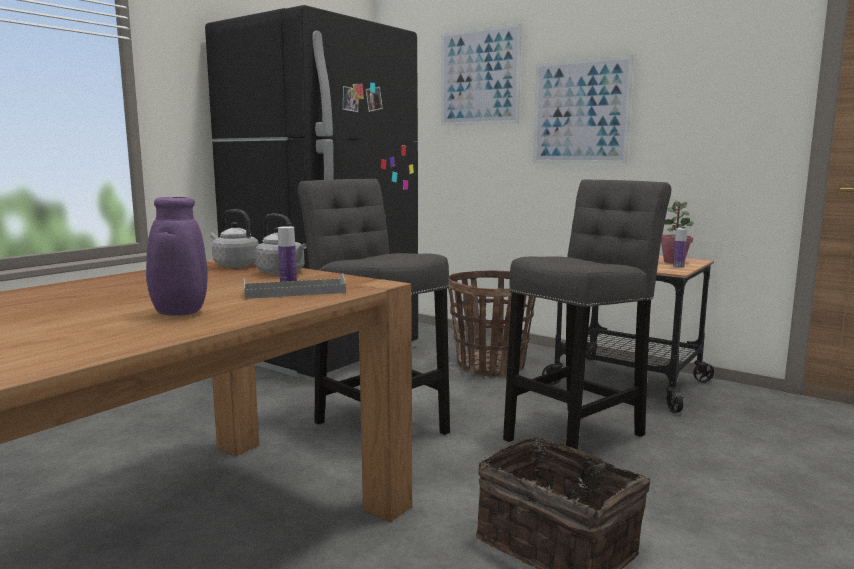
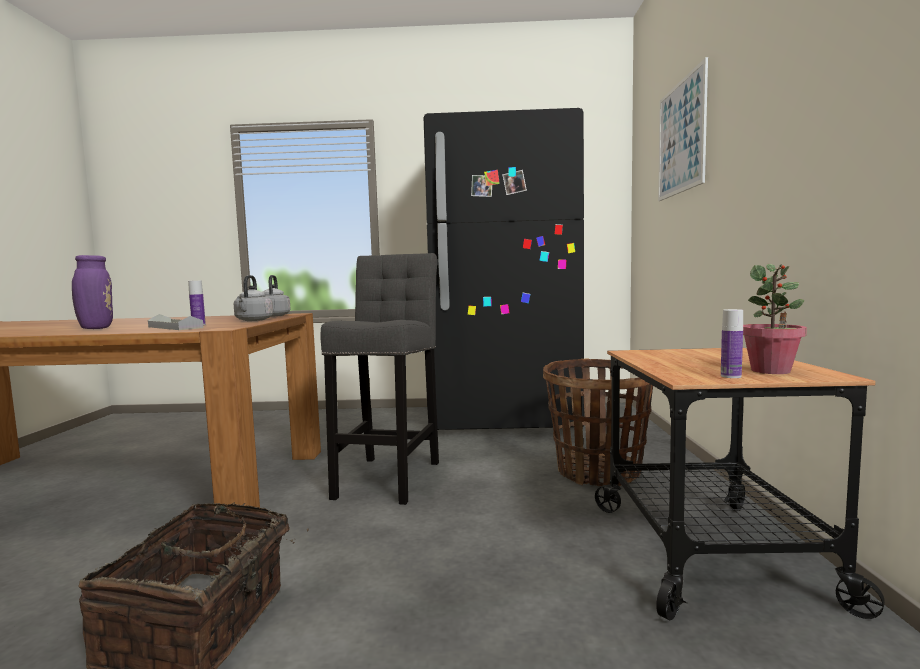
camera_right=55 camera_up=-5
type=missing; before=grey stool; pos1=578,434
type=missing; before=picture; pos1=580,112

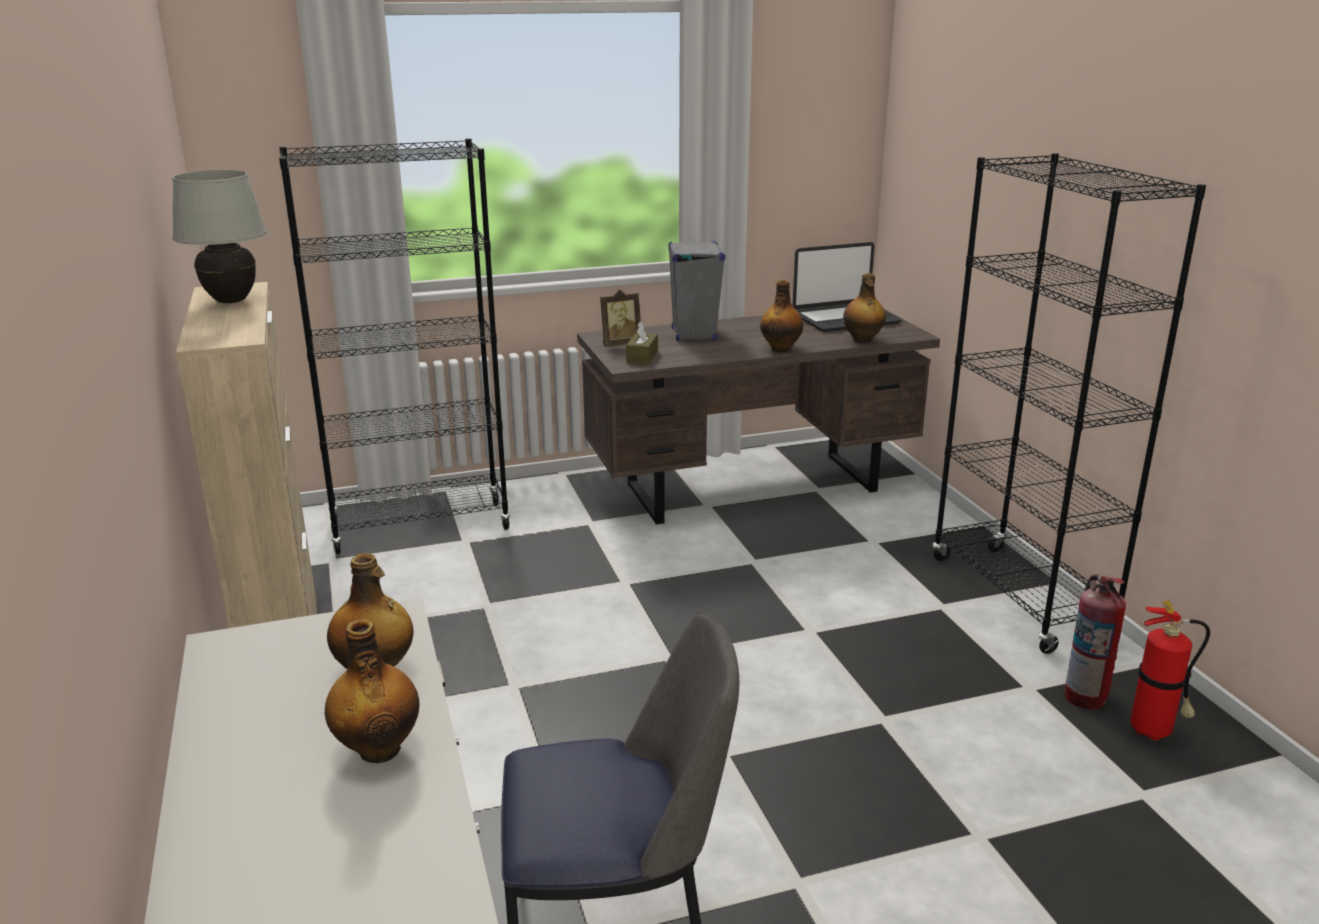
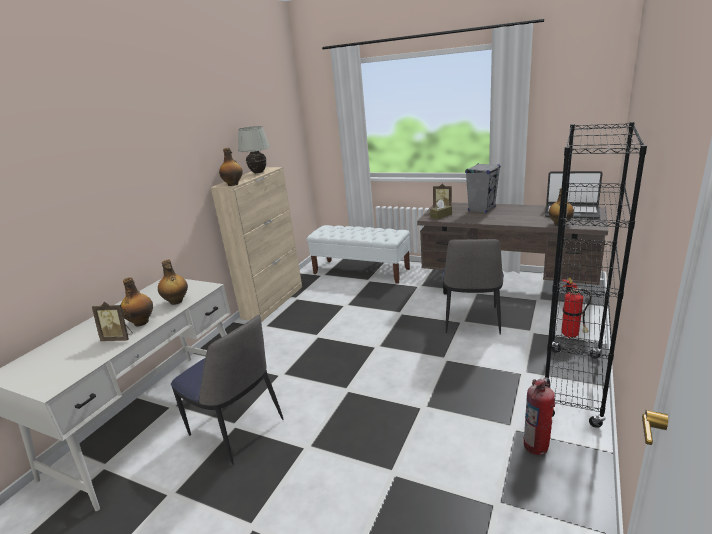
camera_right=45 camera_up=0
type=appeared; after=picture frame; pos2=118,338
type=relocated; before=bottle; pos1=781,349; pos2=233,184
type=exchanged; before=black bookcase; after=white bench; pos1=420,527; pos2=361,271
type=appeared; after=chair; pos2=472,321
type=relocated; before=fire extinguisher; pos1=1154,731; pos2=572,335

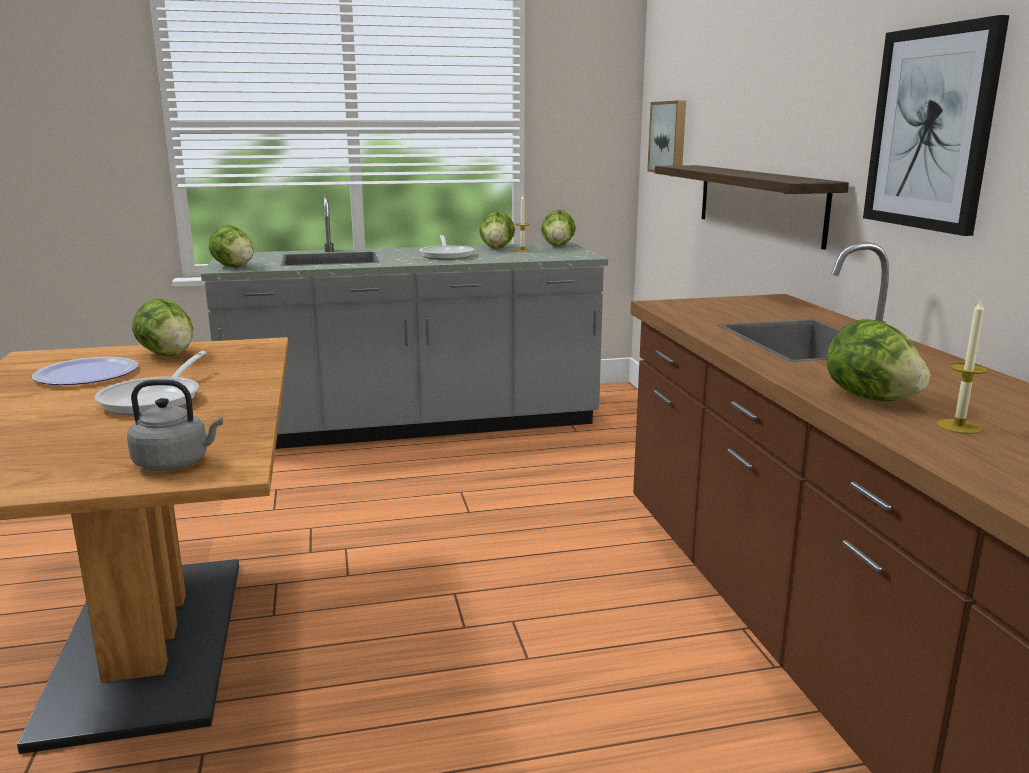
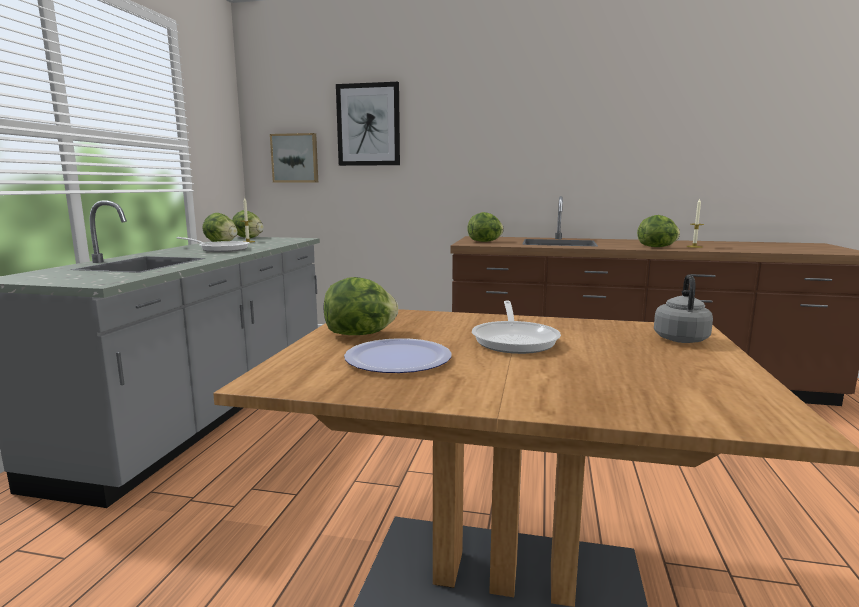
camera_right=-65 camera_up=-5
type=relocated; before=picture; pos1=931,129; pos2=368,125
type=relocated; before=lettuce; pos1=234,267; pos2=485,241
type=spun; before=frying pan; pos1=156,399; pos2=515,340; turn=60
type=missing; before=shelf; pos1=758,202

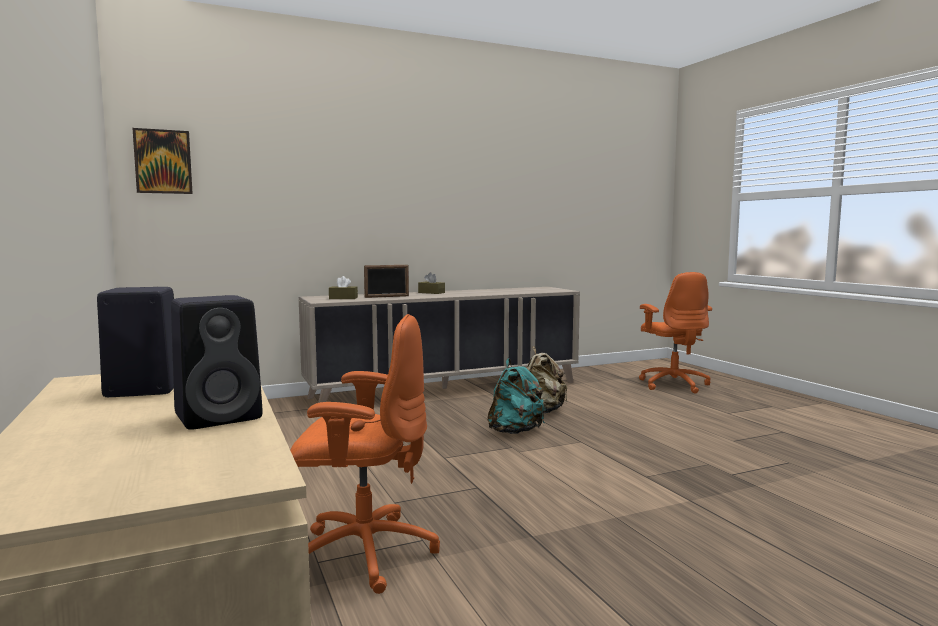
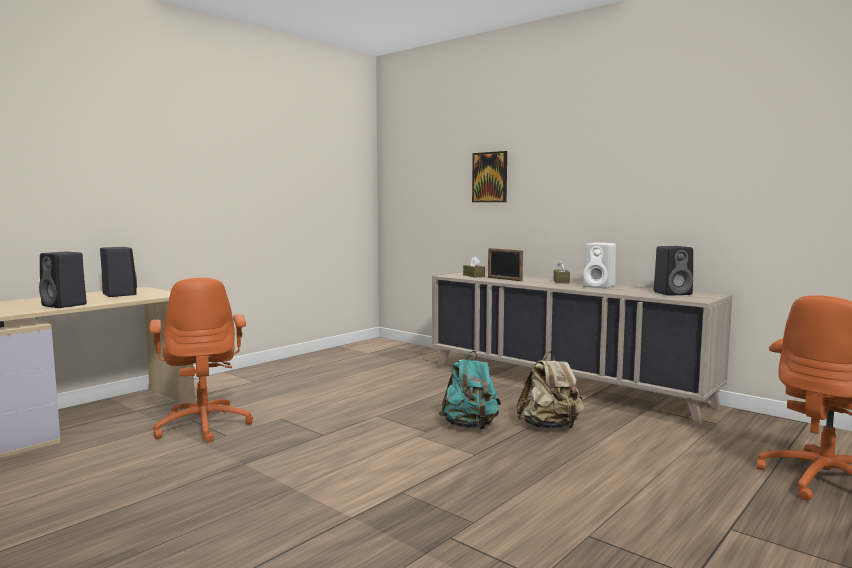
camera_right=65 camera_up=0
type=relocated; before=picture; pos1=163,161; pos2=490,177
type=appeared; after=white speaker; pos2=600,286
type=appeared; after=black speaker; pos2=673,293

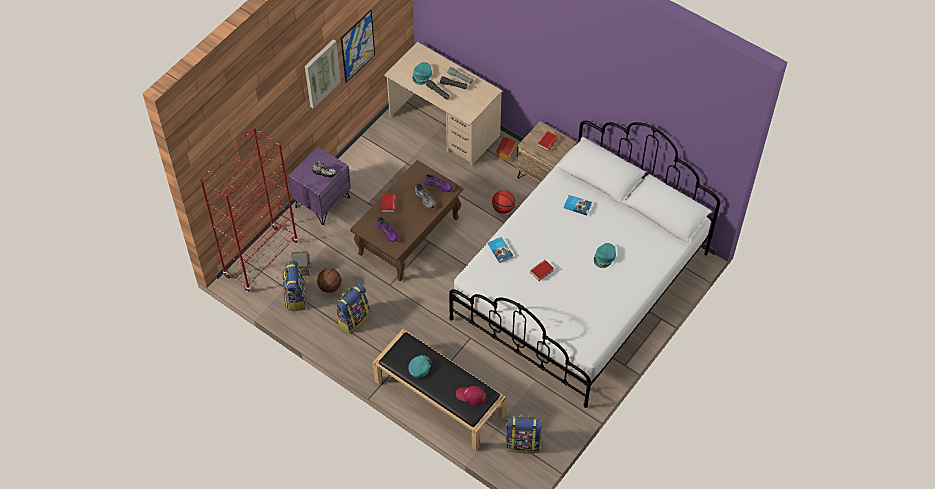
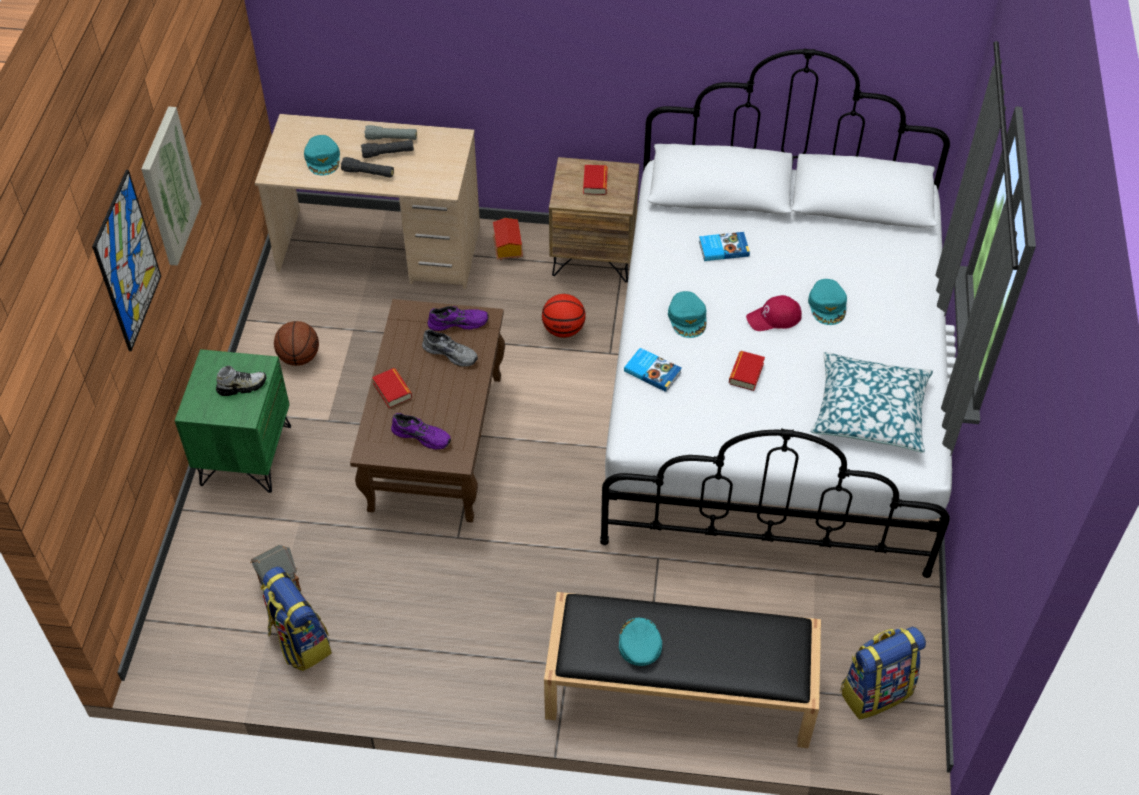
camera_right=-30 camera_up=-5
type=relocated; before=picture; pos1=357,46; pos2=127,262
type=colour; before=purple nightstand; after=green nightstand; pos1=322,202; pos2=245,455
type=relocated; before=basketball; pos1=330,286; pos2=299,357
type=appeared; after=turquoise cap; pos2=687,318
type=relocated; before=red cap; pos1=471,396; pos2=774,318
type=appeared; after=pillow; pos2=870,411
type=missing; before=red bookcase; pos1=261,259
type=missing; before=backpack; pos1=353,318

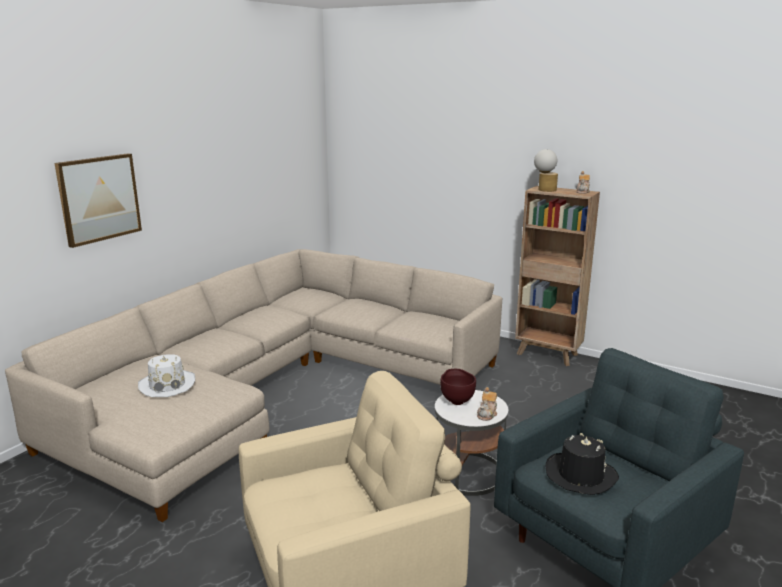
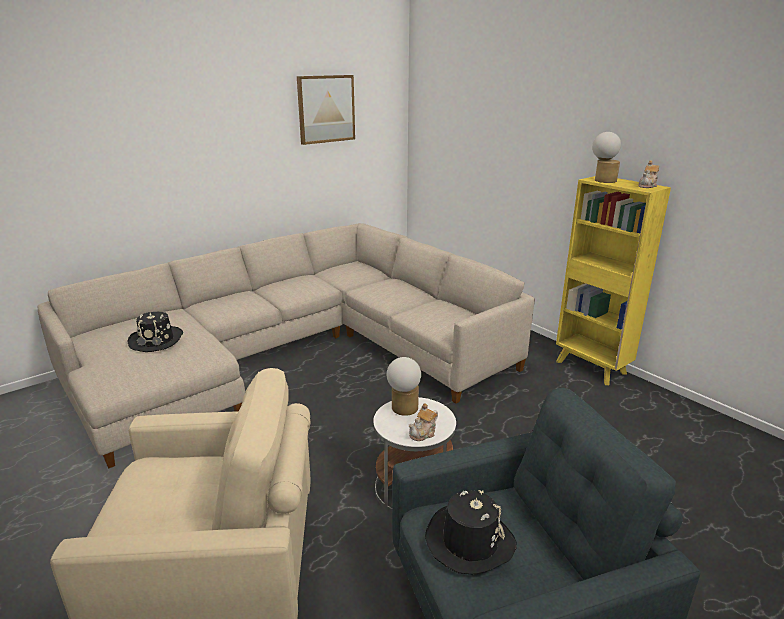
camera_right=20 camera_up=5
type=colour; before=white hat; after=black hat; pos1=167,385; pos2=157,340
type=relocated; before=picture; pos1=99,198; pos2=326,109
type=exchanged; before=brown bowl; after=table lamp; pos1=457,401; pos2=403,410
type=colour; before=brown bookcase; after=yellow bookcase; pos1=548,355; pos2=592,368

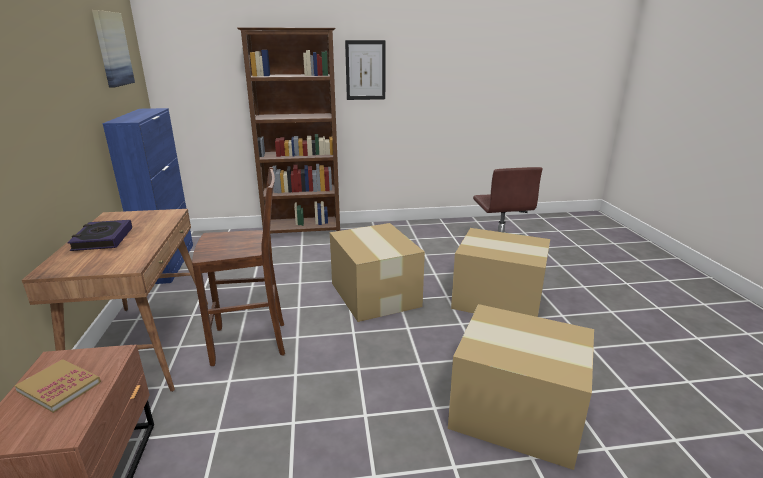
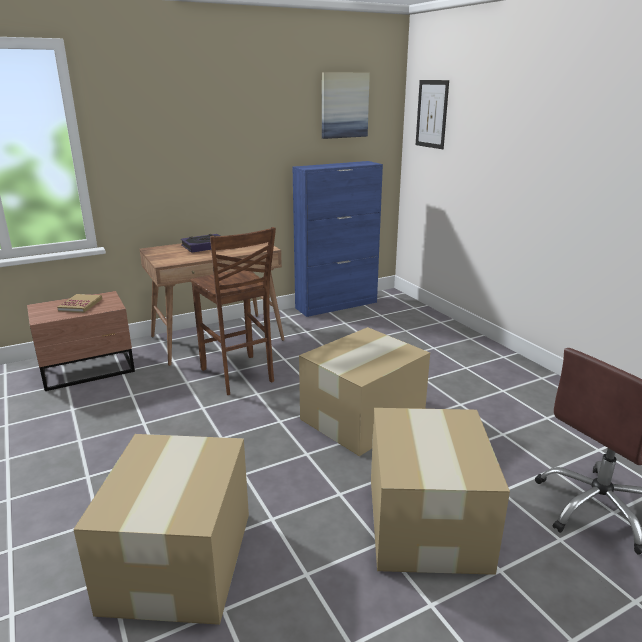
camera_right=70 camera_up=0
type=relocated; before=picture; pos1=365,70; pos2=432,114
type=missing; before=brown bookcase; pos1=303,232

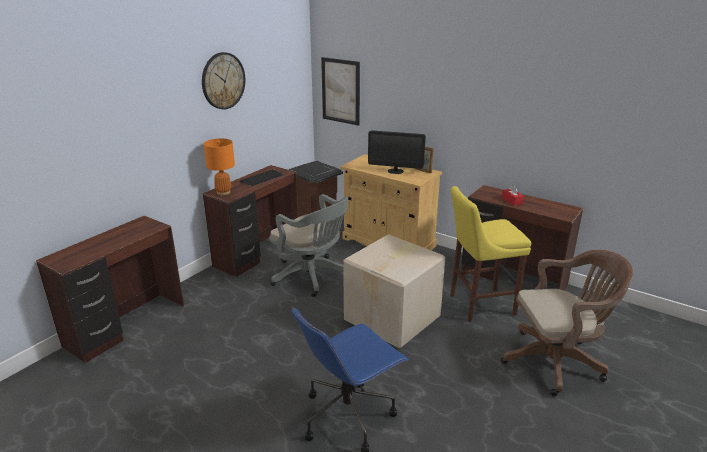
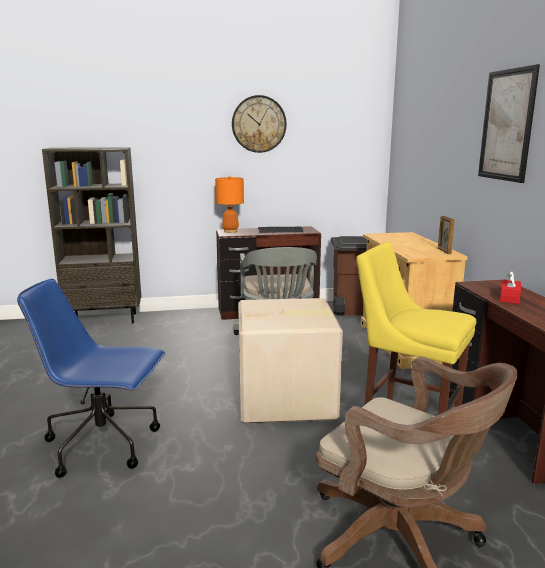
camera_right=45 camera_up=-10
type=exchanged; before=brown desk; after=brown bookcase; pos1=127,325; pos2=105,320
type=relocated; before=picture; pos1=340,91; pos2=507,125
type=missing; before=monitor; pos1=395,171

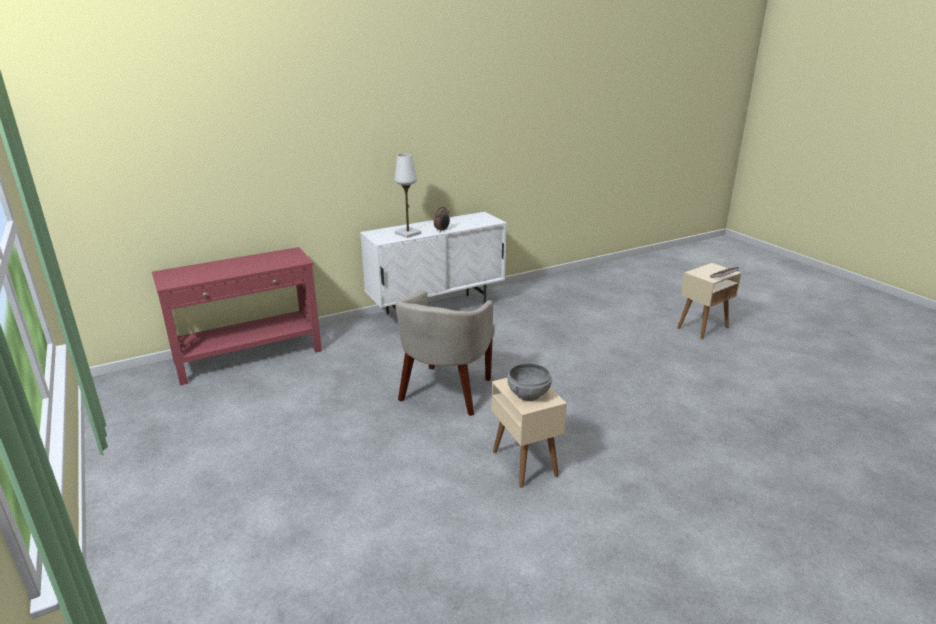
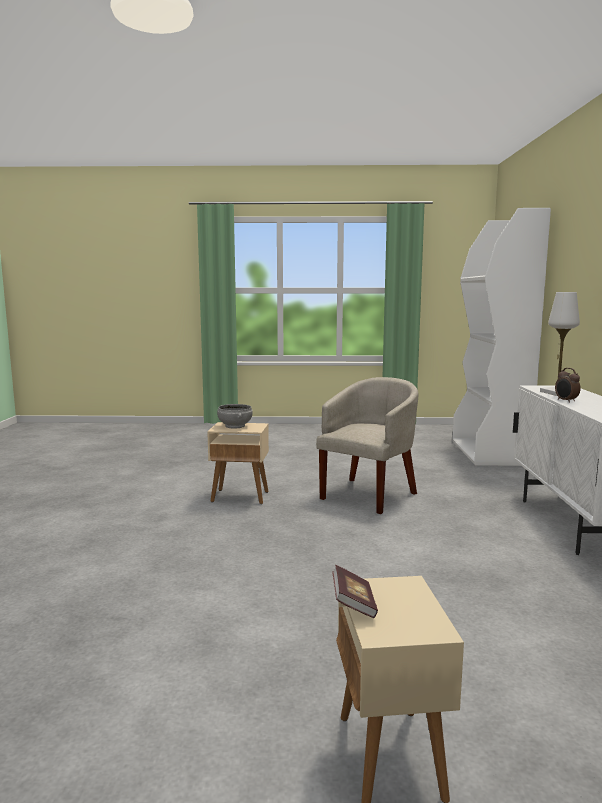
camera_right=120 camera_up=-15
type=spun; before=beige armchair; pos1=445,392; pos2=369,494; turn=75
type=exchanged; before=red console table; after=white bookcase; pos1=250,356; pos2=489,453

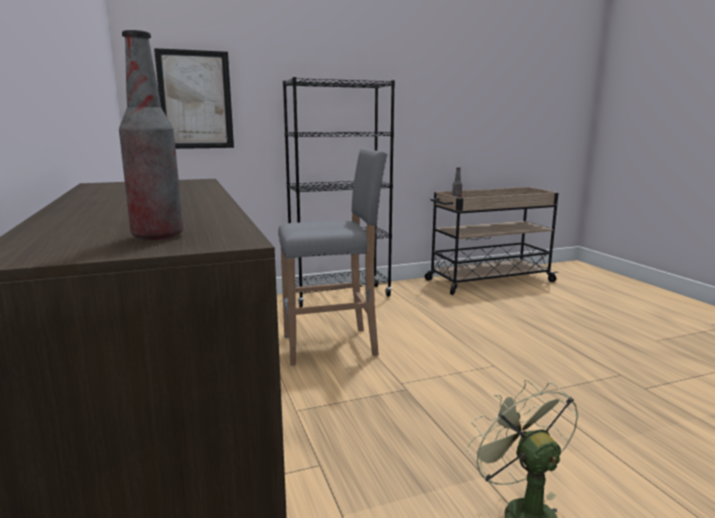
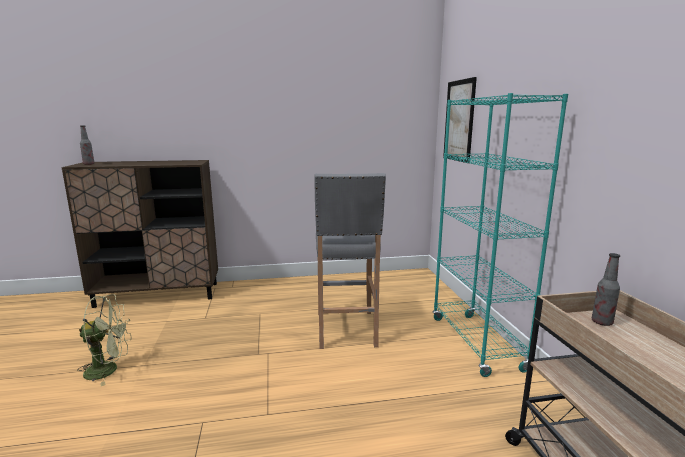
camera_right=100 camera_up=0
type=colour; before=black bookcase; after=turquoise bookcase; pos1=340,296; pos2=476,343

